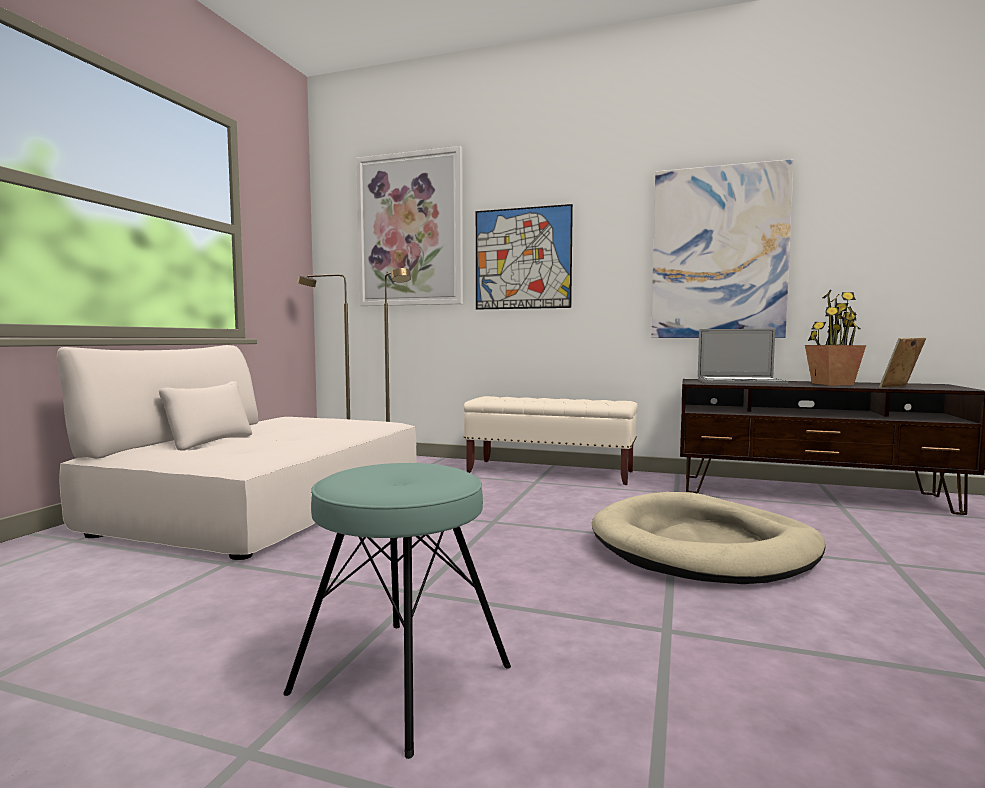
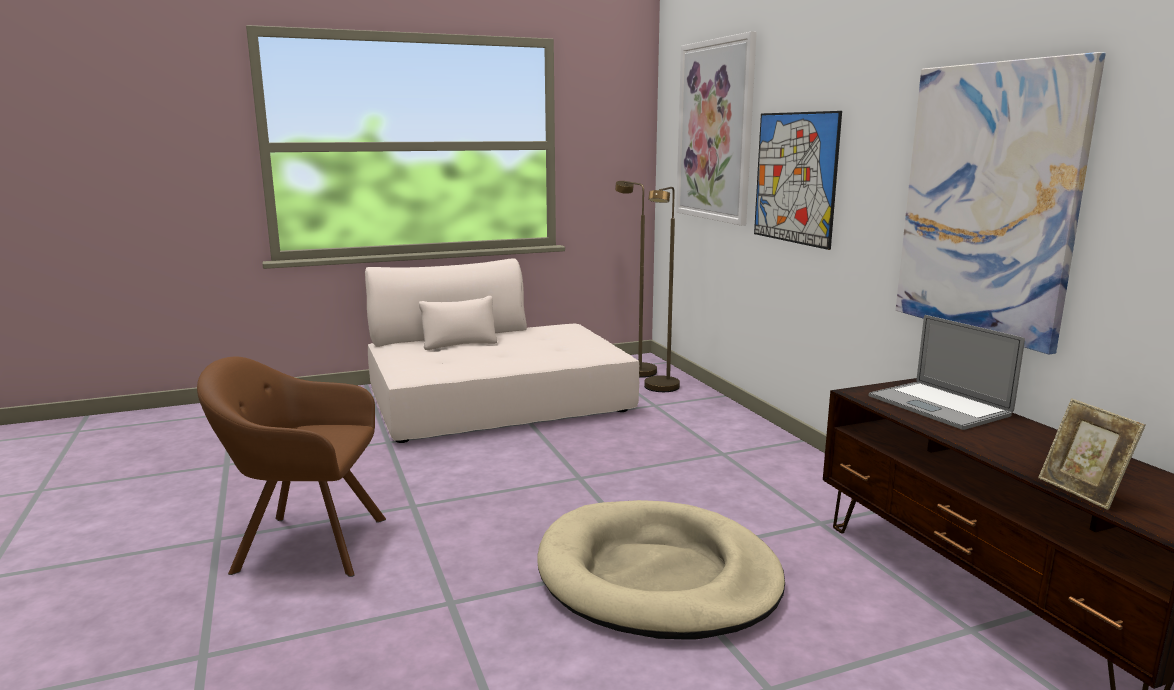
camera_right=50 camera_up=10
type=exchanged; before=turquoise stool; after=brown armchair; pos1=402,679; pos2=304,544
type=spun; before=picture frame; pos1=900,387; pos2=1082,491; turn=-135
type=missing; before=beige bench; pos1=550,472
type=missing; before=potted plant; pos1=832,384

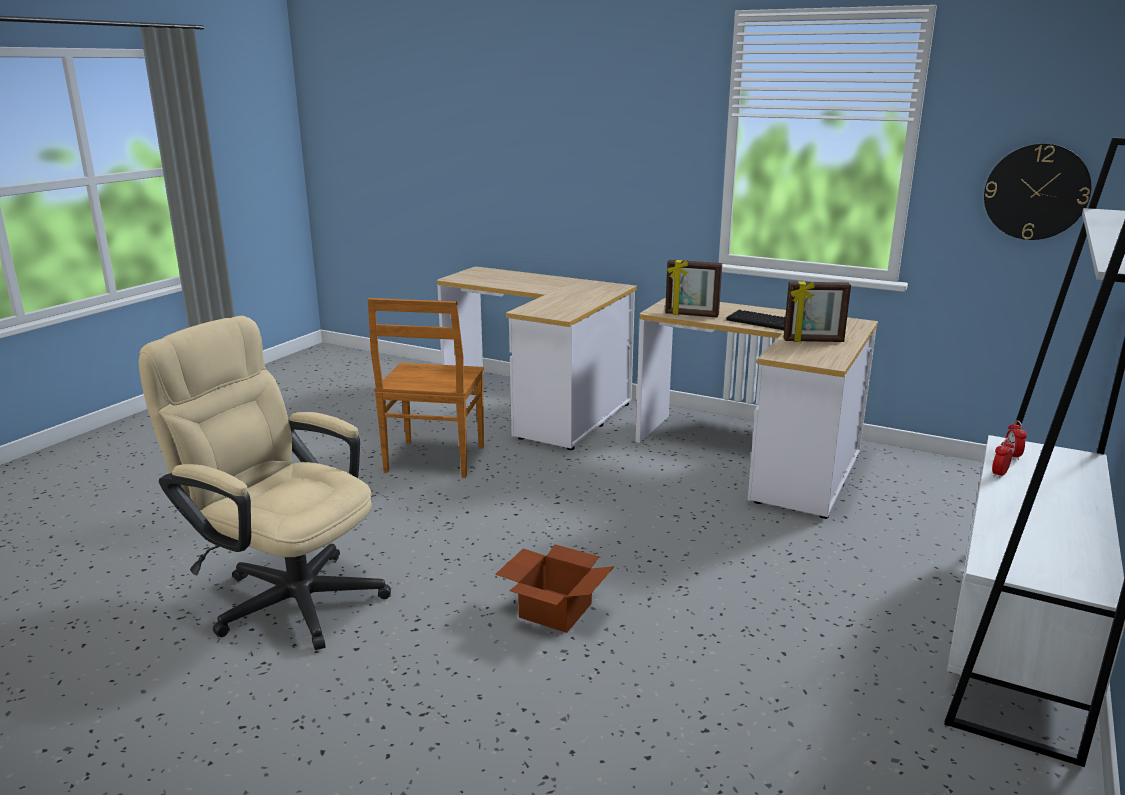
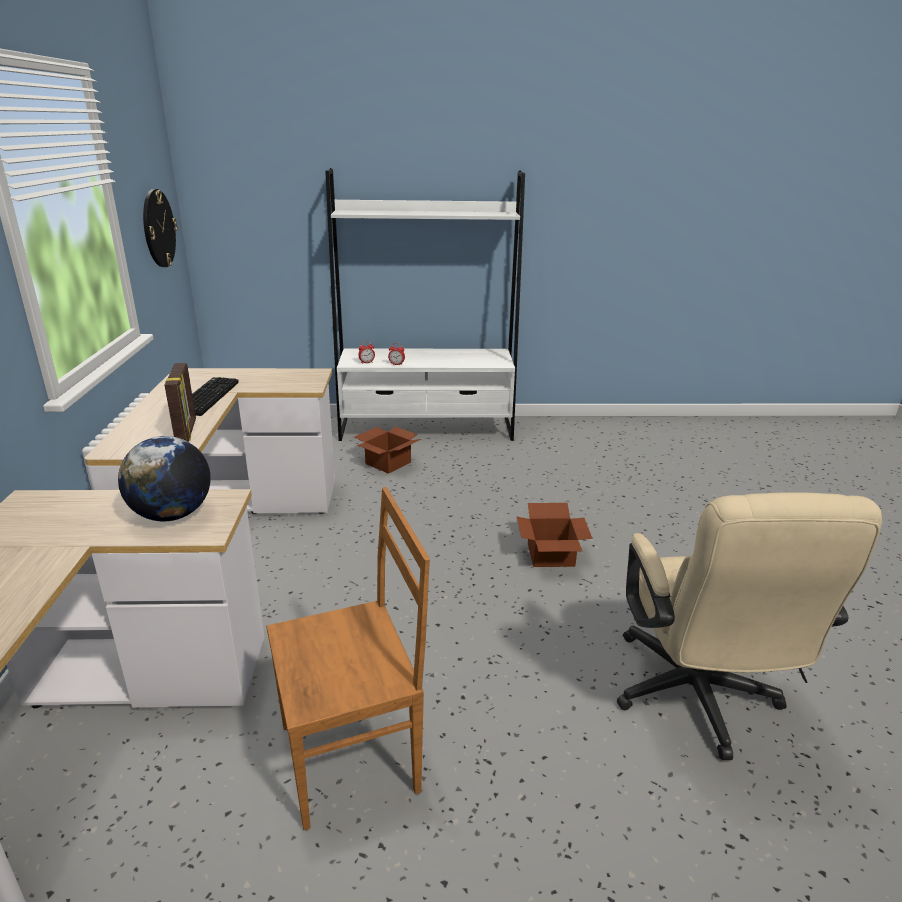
camera_right=-120 camera_up=5
type=appeared; after=globe; pos2=172,515
type=appeared; after=cardboard box; pos2=388,462
type=missing; before=picture frame; pos1=813,341

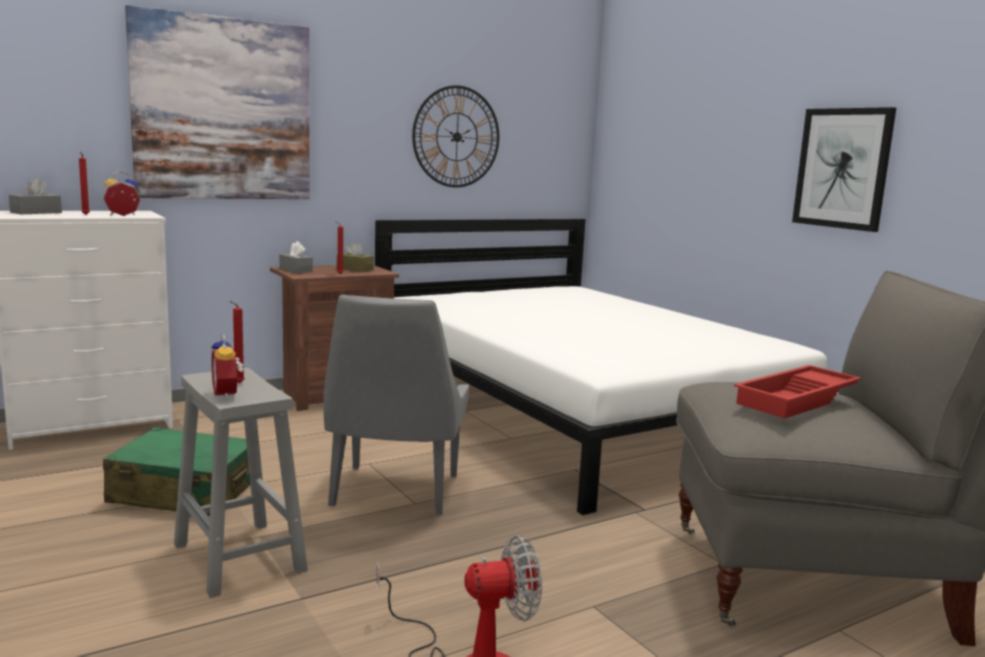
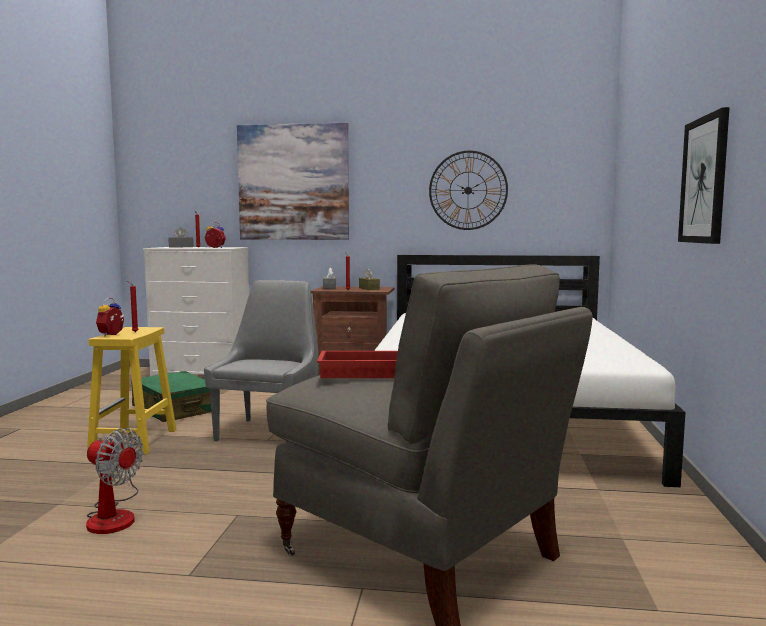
camera_right=40 camera_up=-5
type=colour; before=grey stool; after=yellow stool; pos1=240,558; pos2=133,441
type=spun; before=grey chair; pos1=393,492; pos2=269,432; turn=150

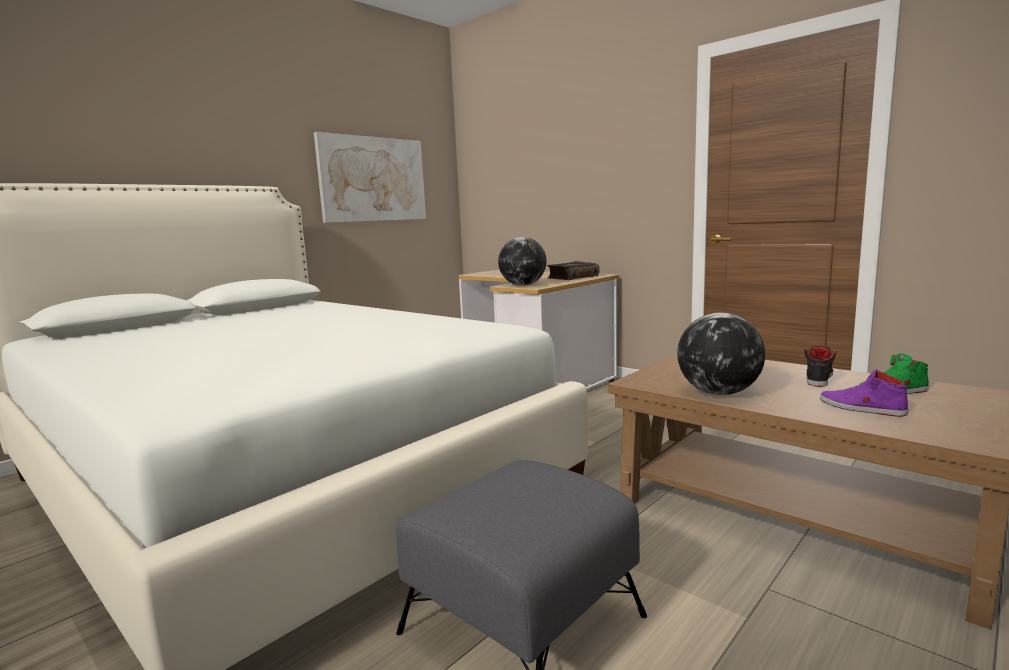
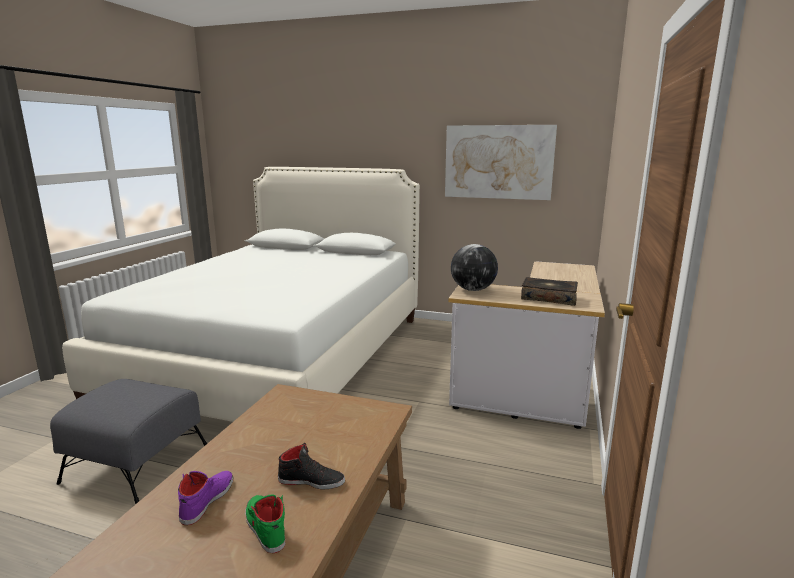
camera_right=65 camera_up=5
type=missing; before=globe; pos1=718,393

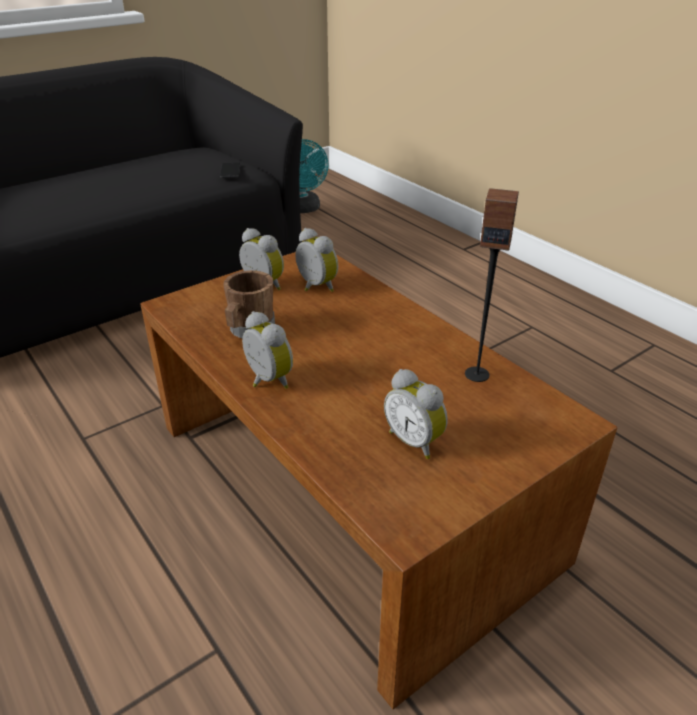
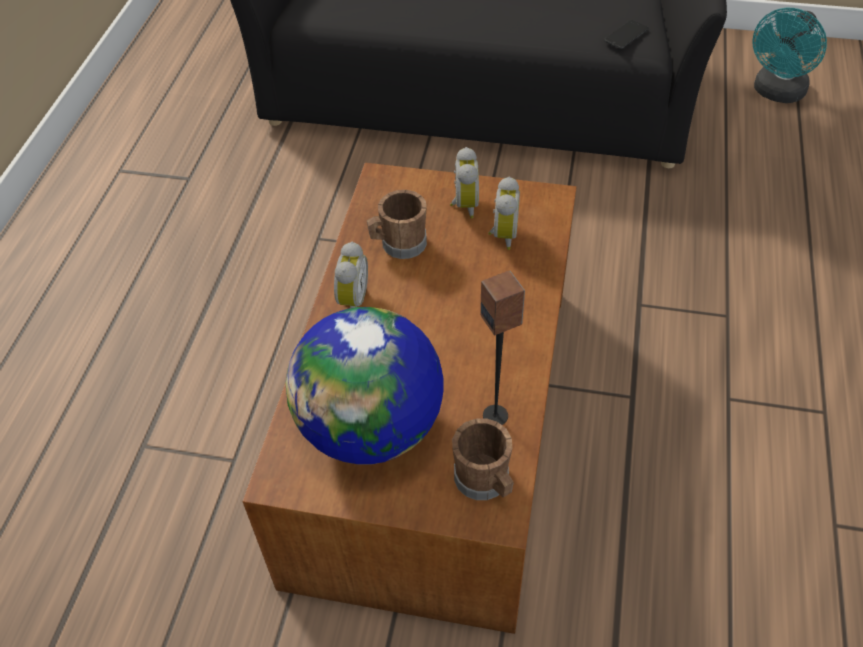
camera_right=50 camera_up=15
type=exchanged; before=alarm clock; after=globe; pos1=415,441; pos2=371,428
type=appeared; after=brown mug; pos2=485,482

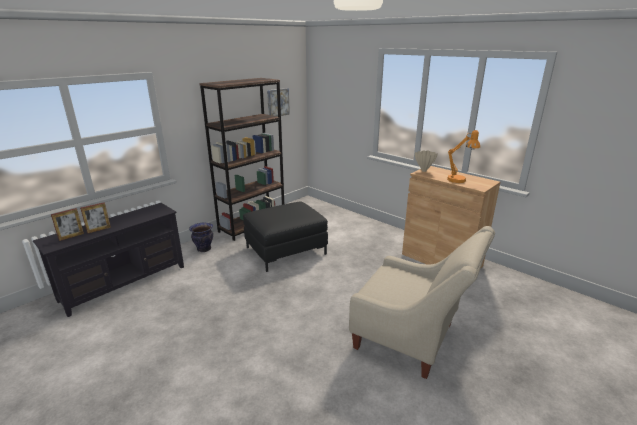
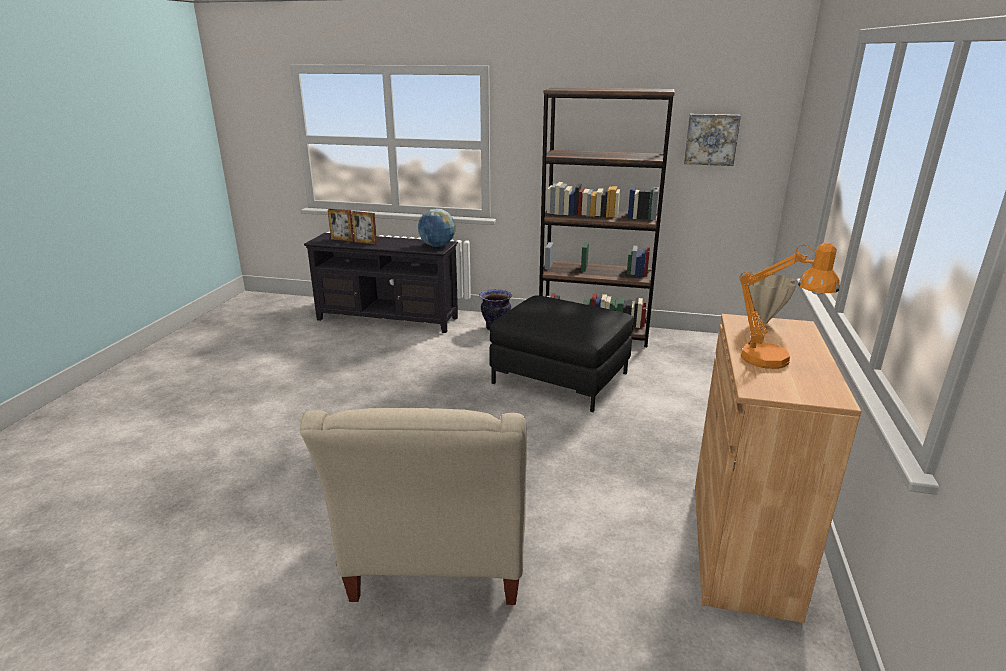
camera_right=60 camera_up=0
type=appeared; after=globe; pos2=437,246

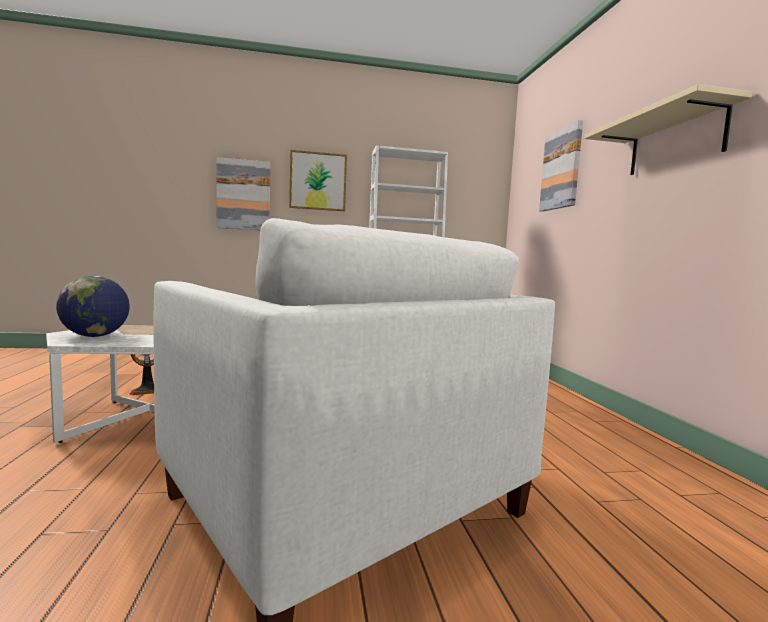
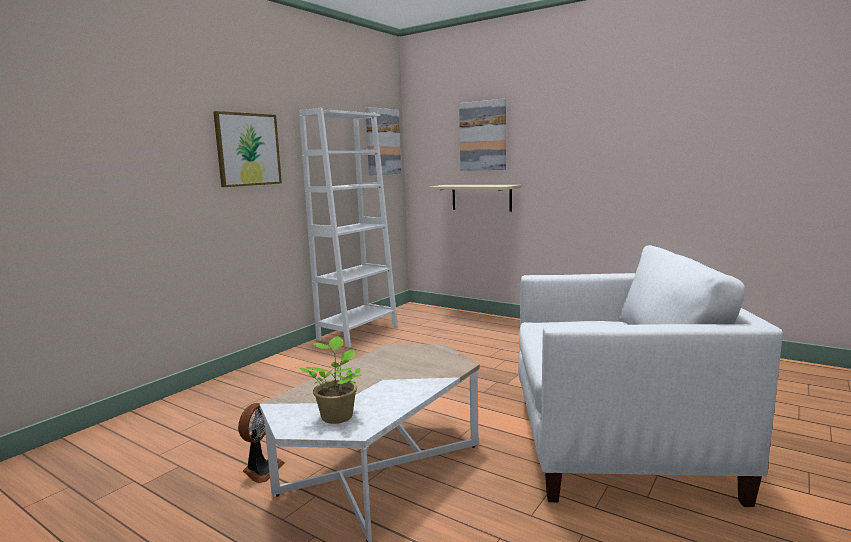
camera_right=-45 camera_up=5
type=exchanged; before=globe; after=potted plant; pos1=95,336; pos2=337,415
type=relocated; before=picture; pos1=243,195; pos2=382,141
type=relocated; before=beige shelf; pos1=675,141; pos2=481,197

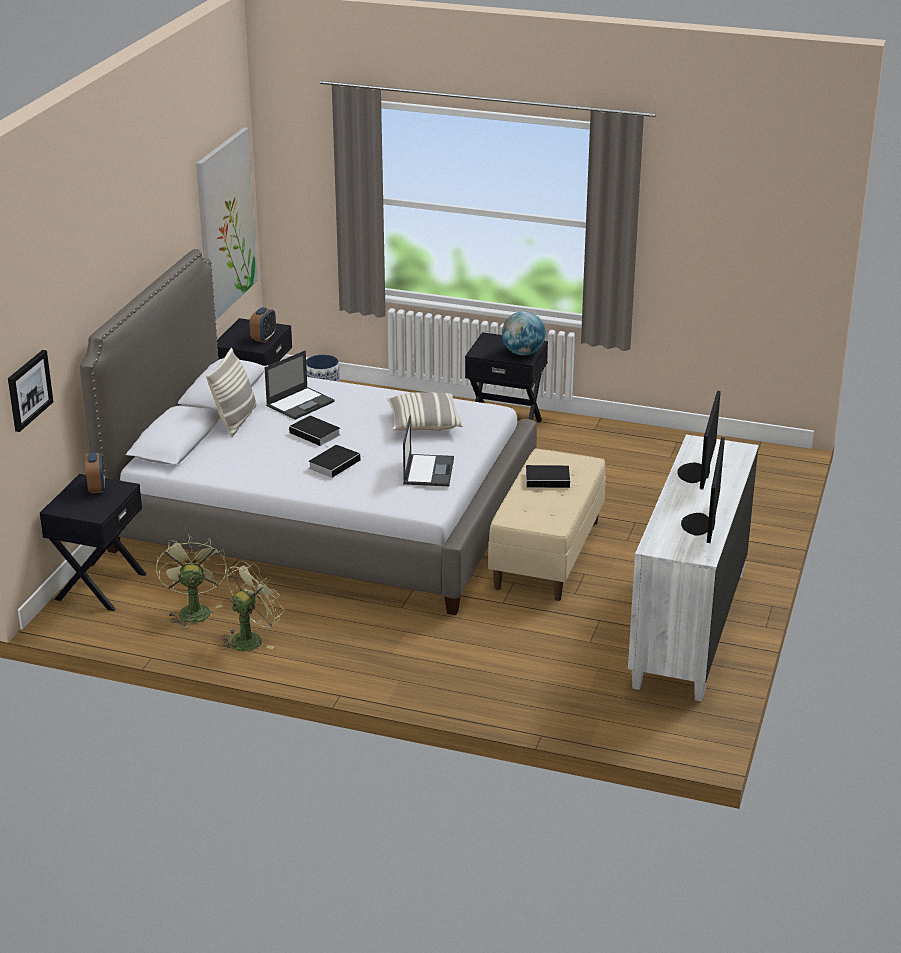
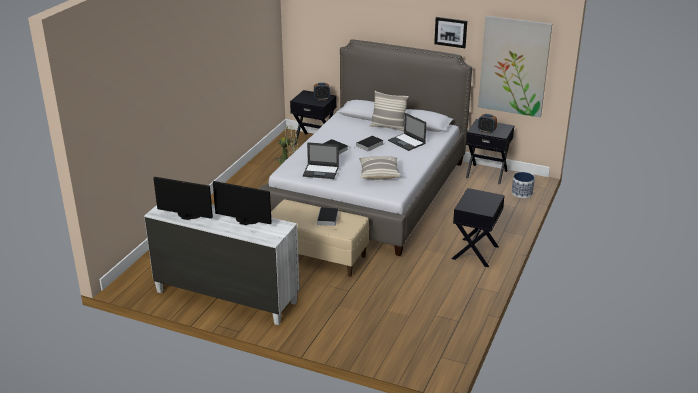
camera_right=95 camera_up=0
type=relocated; before=picture; pos1=28,390; pos2=451,32
type=missing; before=green fan; pos1=251,638
type=missing; before=globe; pos1=523,353

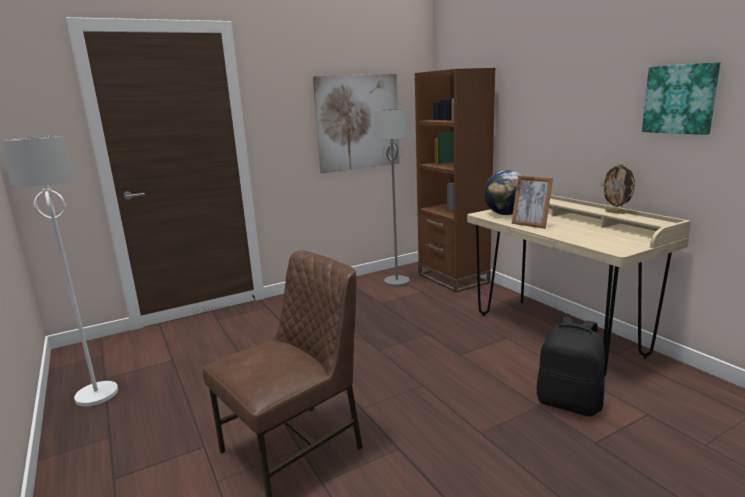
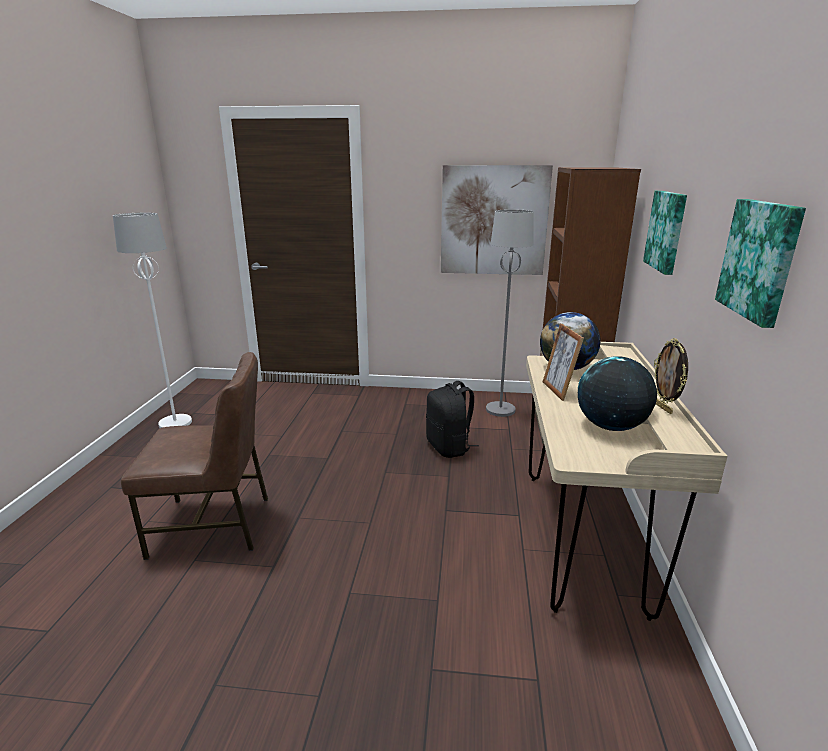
camera_right=35 camera_up=5
type=relocated; before=black backpack; pos1=569,403; pos2=449,447
type=appeared; after=globe; pos2=611,427
type=appeared; after=picture; pos2=667,231

